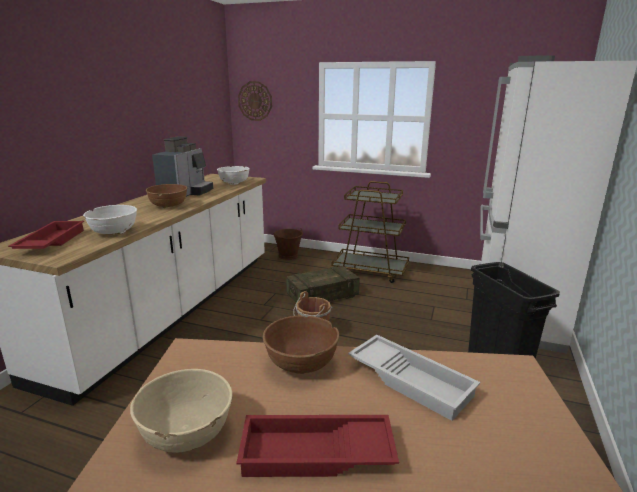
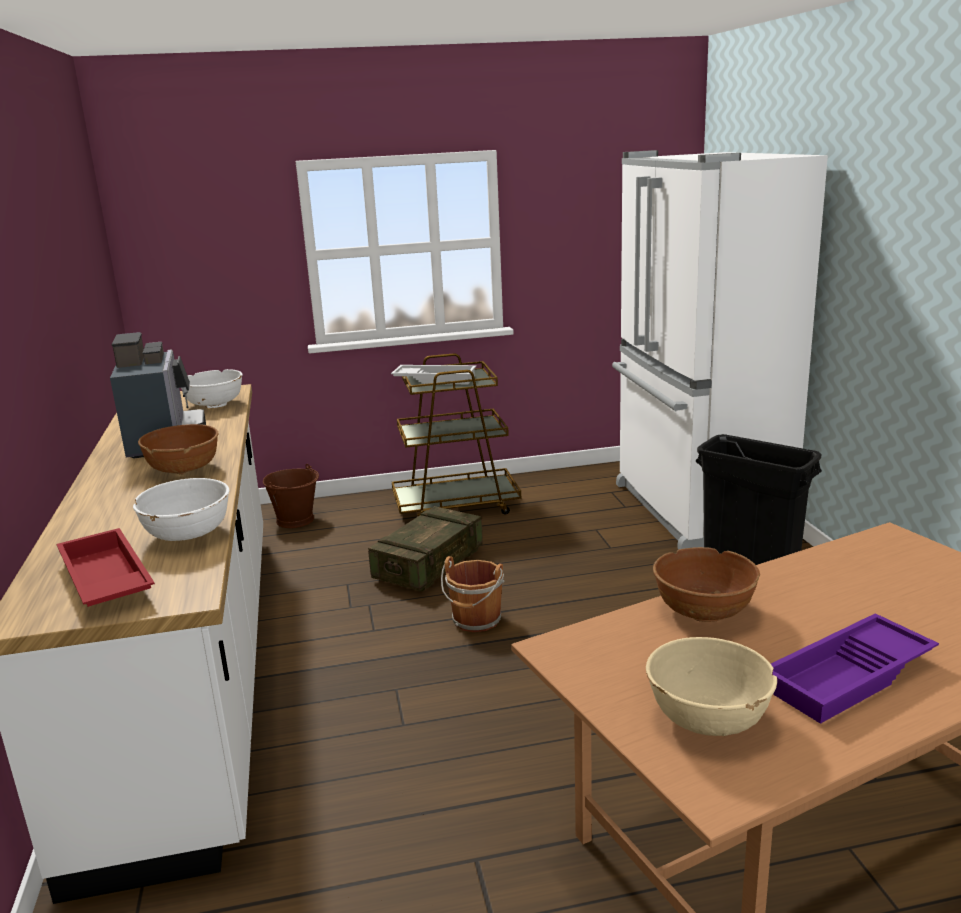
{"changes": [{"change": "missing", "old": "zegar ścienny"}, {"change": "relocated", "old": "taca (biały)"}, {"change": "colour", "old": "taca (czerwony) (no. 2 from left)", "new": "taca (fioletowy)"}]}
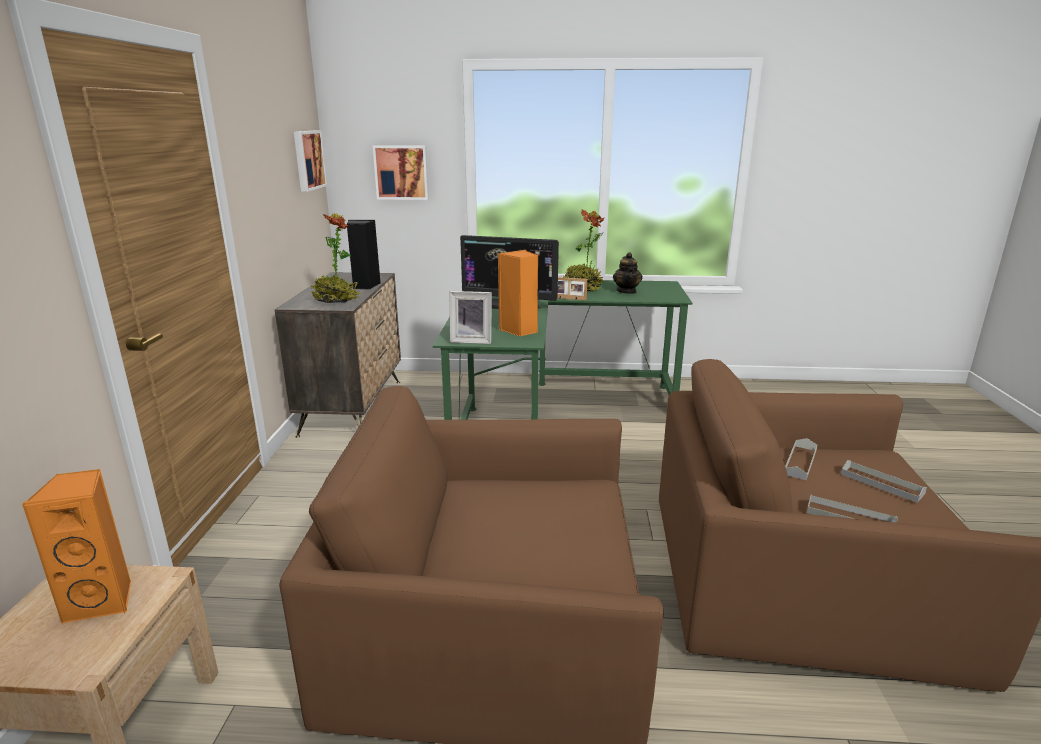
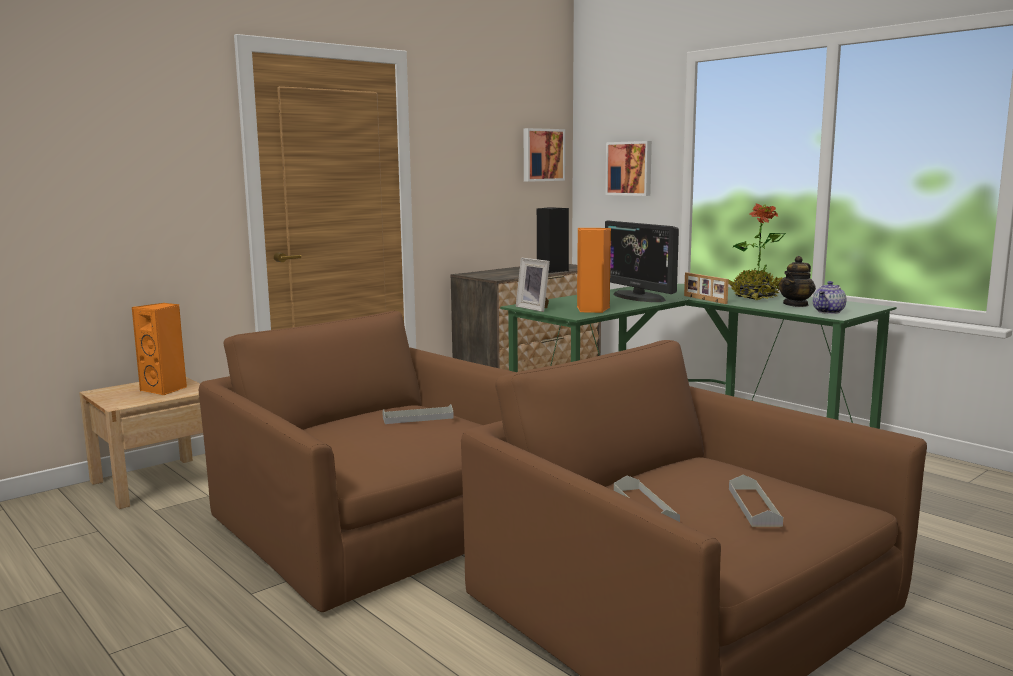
{"changes": [{"change": "missing", "old": "roślina doniczkowa (no. 1 from left)"}, {"change": "relocated", "old": "taca (szary) (no. 1 from left)"}, {"change": "appeared", "new": "imbryk (no. 2 from left)"}]}
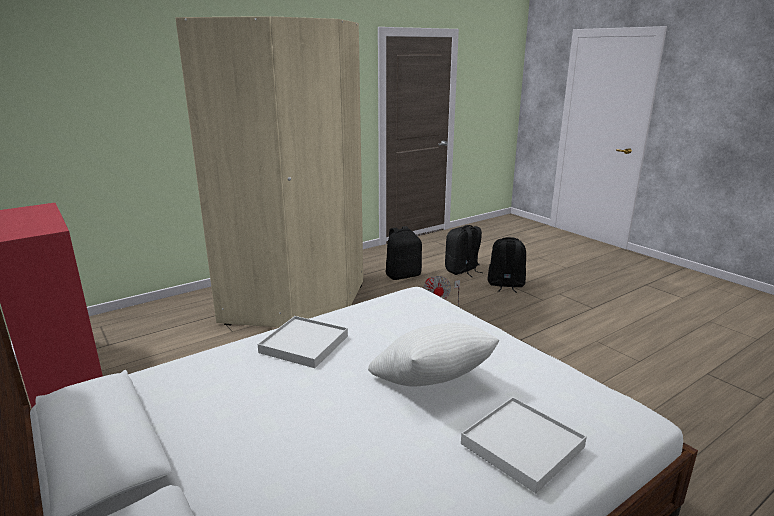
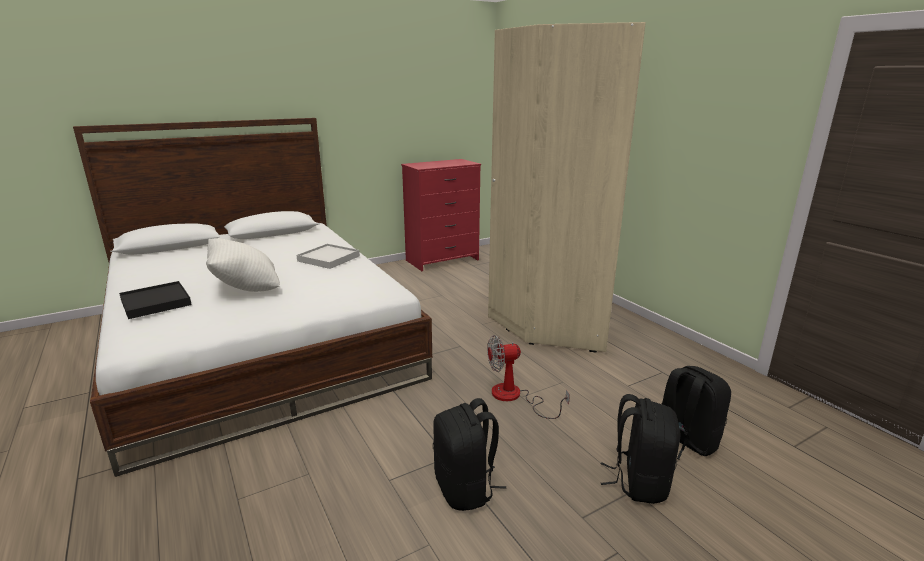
{"changes": [{"change": "relocated", "old": "plecak (czarny) (no. 1 from left)"}, {"change": "colour", "old": "taca (biały) (no. 2 from left)", "new": "taca (czarny)"}]}
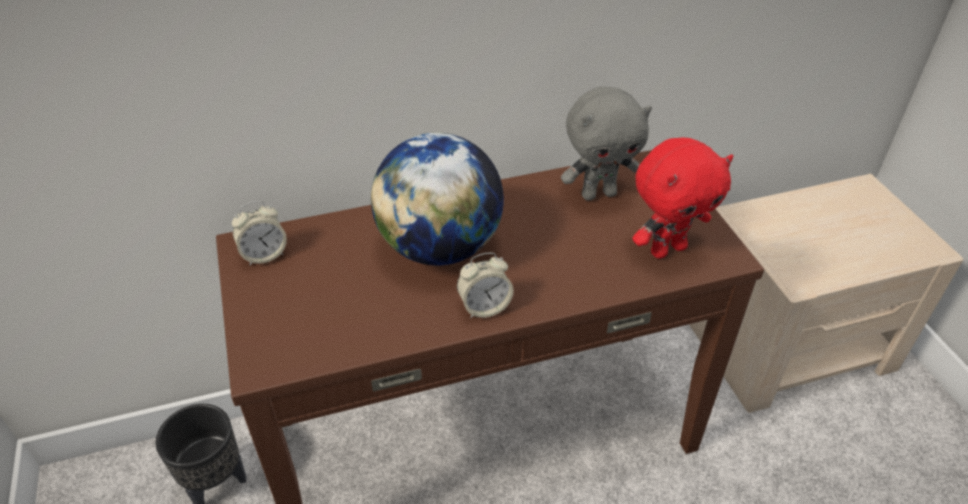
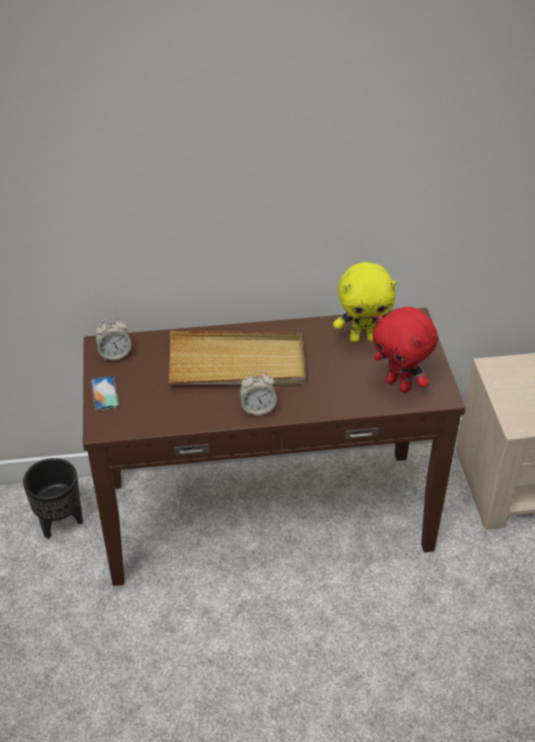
{"changes": [{"change": "colour", "old": "pluszak (szary)", "new": "pluszak (żółty)"}, {"change": "exchanged", "old": "globus", "new": "taca (beżowy)"}, {"change": "spun", "old": "pluszak (czerwony)", "degrees": 60}, {"change": "appeared", "new": "telefon"}]}
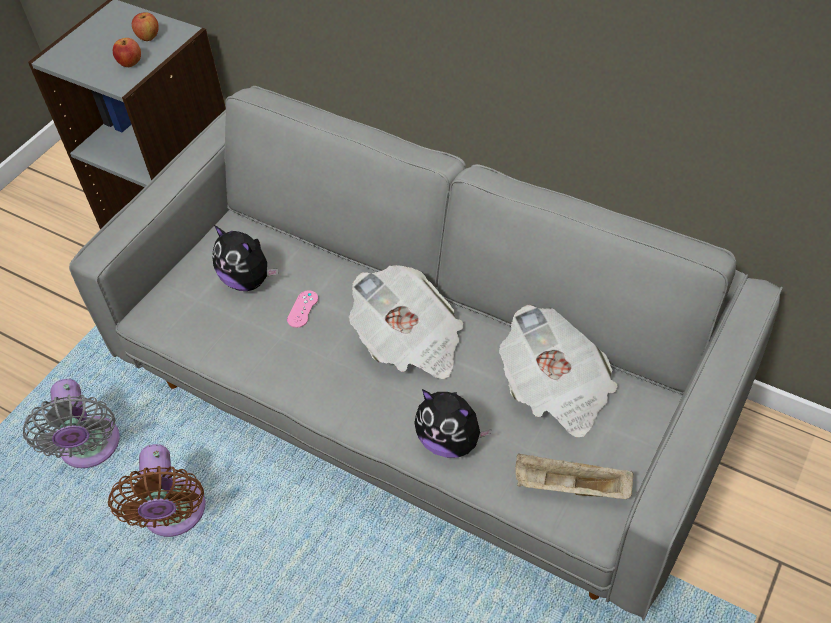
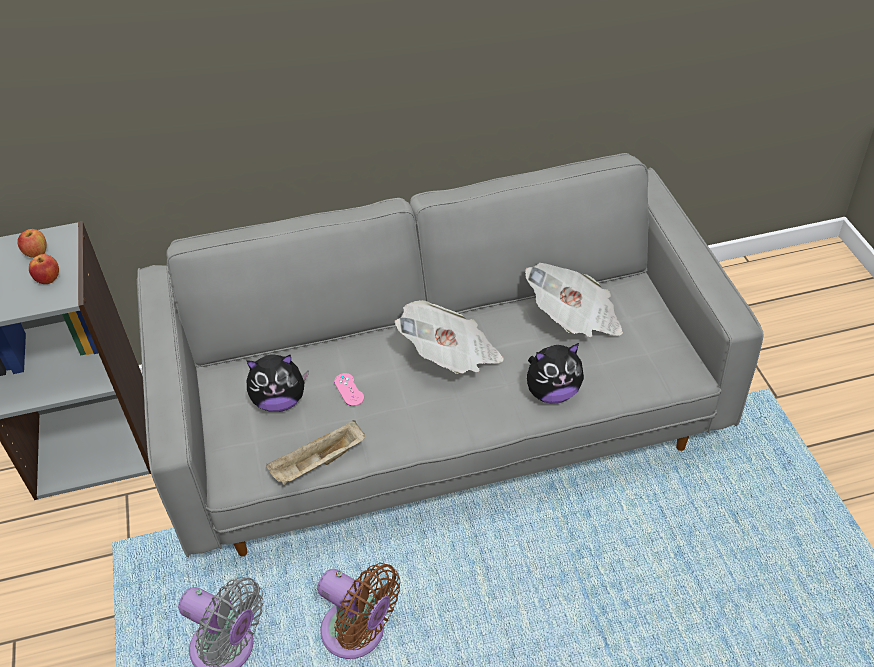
{"changes": [{"change": "relocated", "old": "taca (beżowy)"}]}
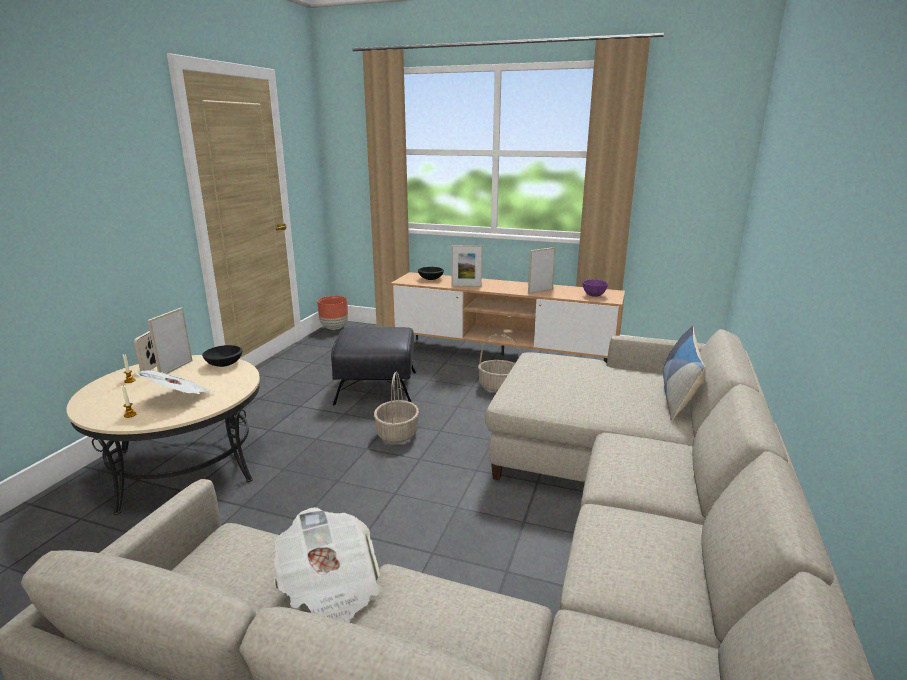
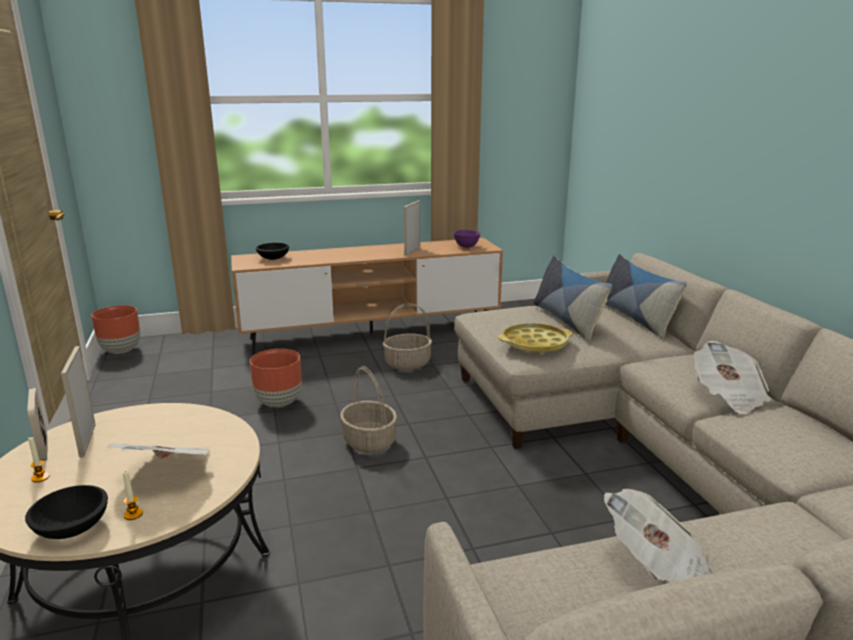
{"changes": [{"change": "missing", "old": "ramka na zdjęcie (no. 3 from left)"}, {"change": "exchanged", "old": "pufa (czarny)", "new": "donica (brązowy) (no. 2 from left)"}, {"change": "relocated", "old": "miska (czarny) (no. 1 from left)"}, {"change": "appeared", "new": "poduszka (no. 1 from left)"}, {"change": "appeared", "new": "taca (żółty)"}, {"change": "appeared", "new": "gazeta (no. 3 from left)"}]}
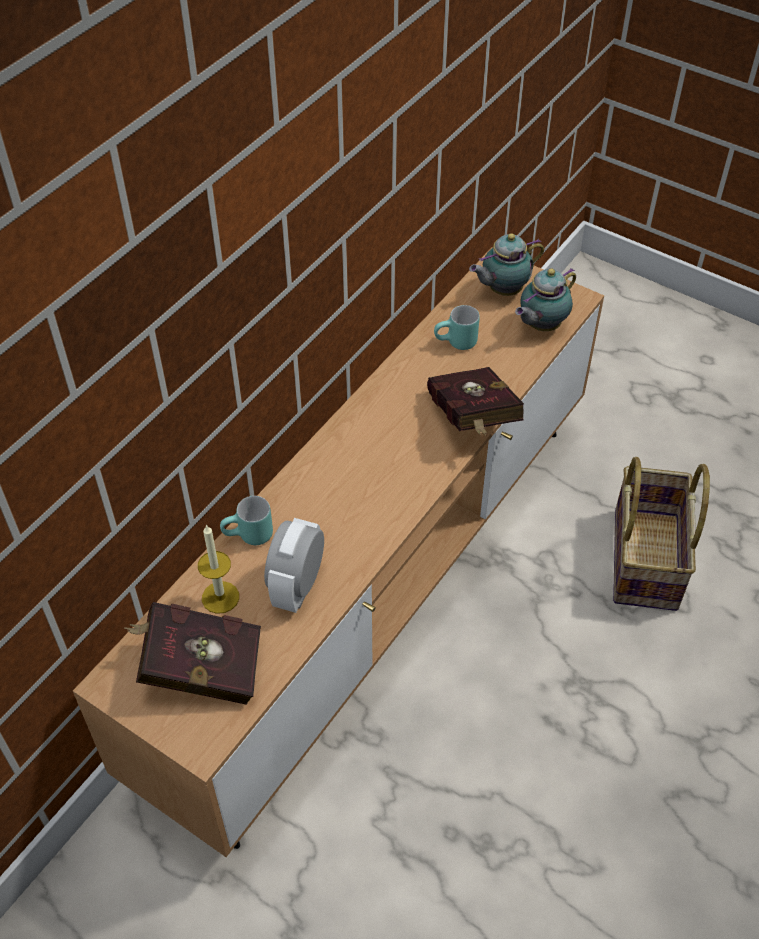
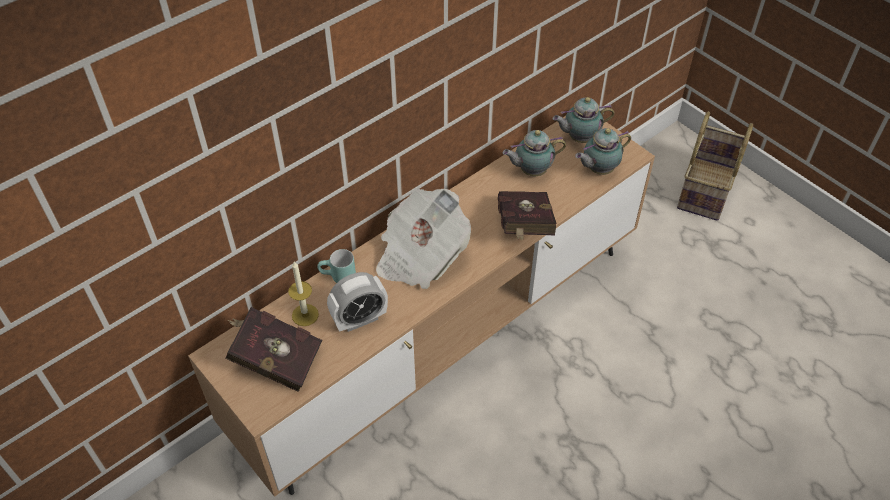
{"changes": [{"change": "exchanged", "old": "kubek (turkusowy) (no. 2 from left)", "new": "imbryk (no. 1 from left)"}, {"change": "relocated", "old": "koszyk"}, {"change": "spun", "old": "budzik", "degrees": -150}, {"change": "appeared", "new": "gazeta"}]}
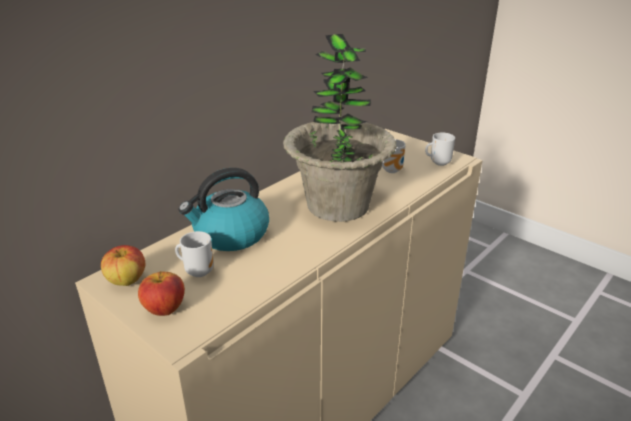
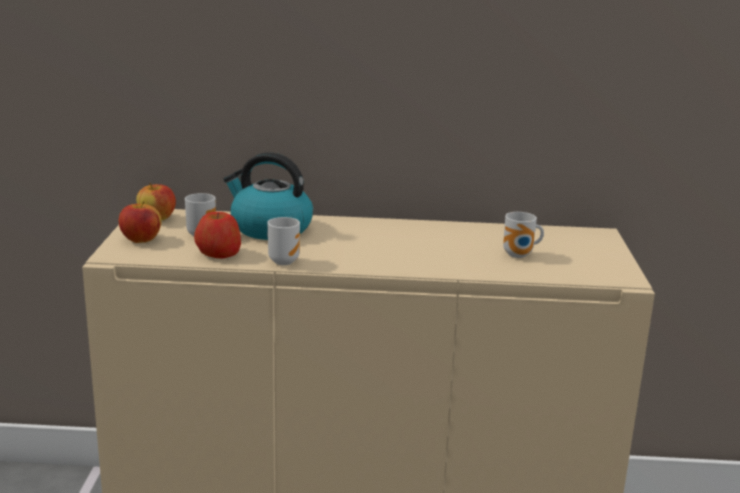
{"changes": [{"change": "missing", "old": "roślina doniczkowa"}, {"change": "relocated", "old": "kubek (no. 3 from left in the first image)", "new": "kubek (no. 2 from left)"}, {"change": "appeared", "new": "jabłko (no. 3 from left)"}]}
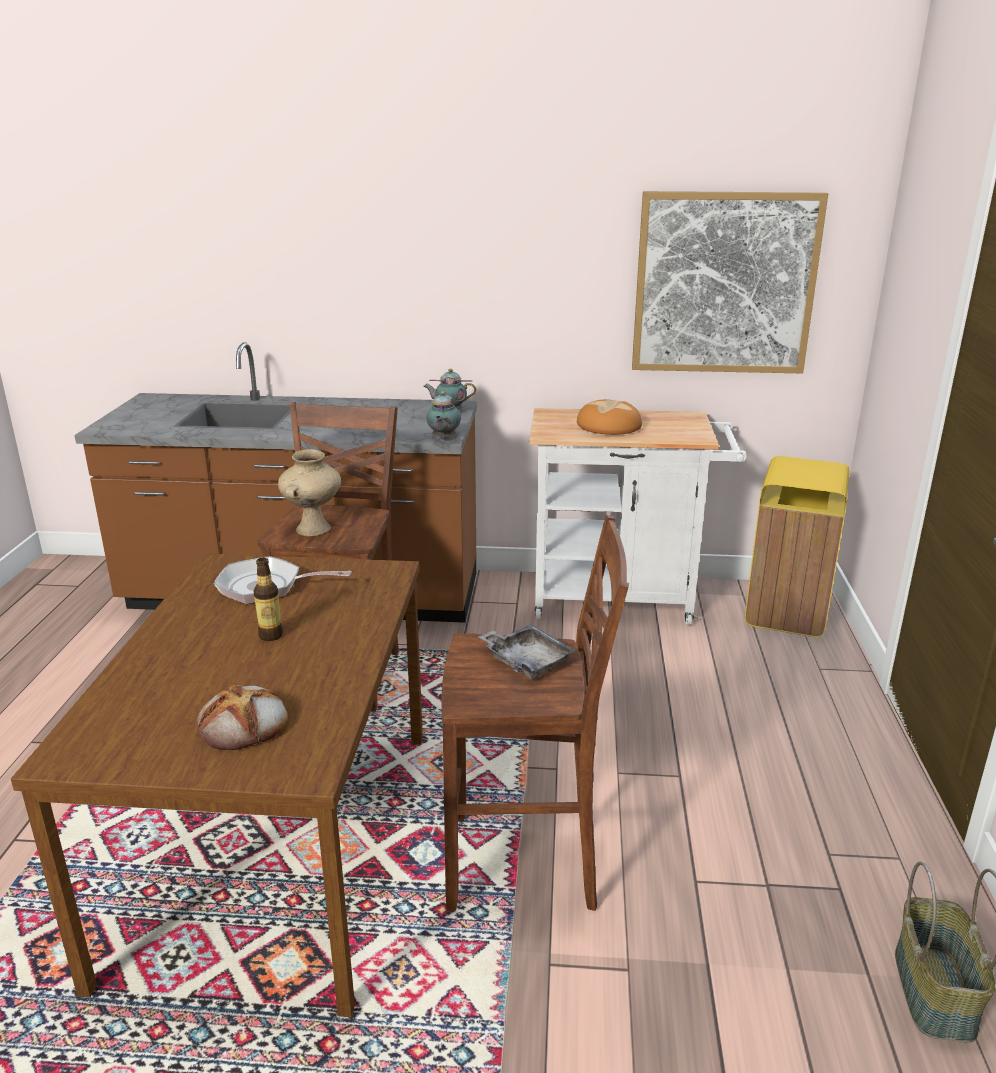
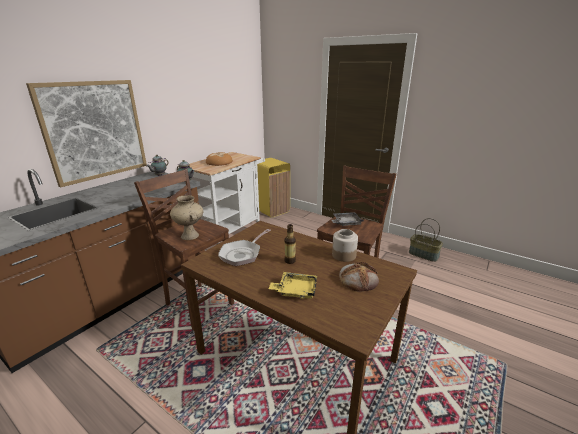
{"changes": [{"change": "relocated", "old": "obraz"}, {"change": "appeared", "new": "słoik"}, {"change": "appeared", "new": "taca (żółty)"}]}
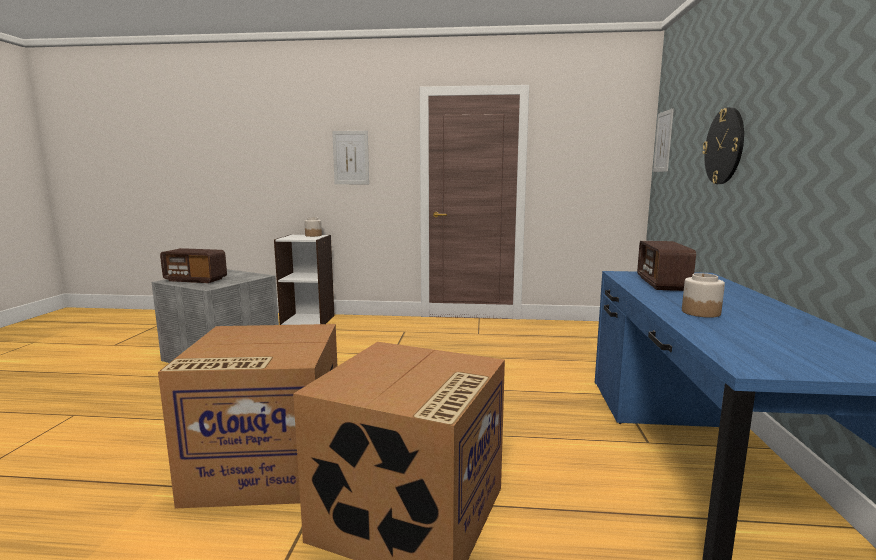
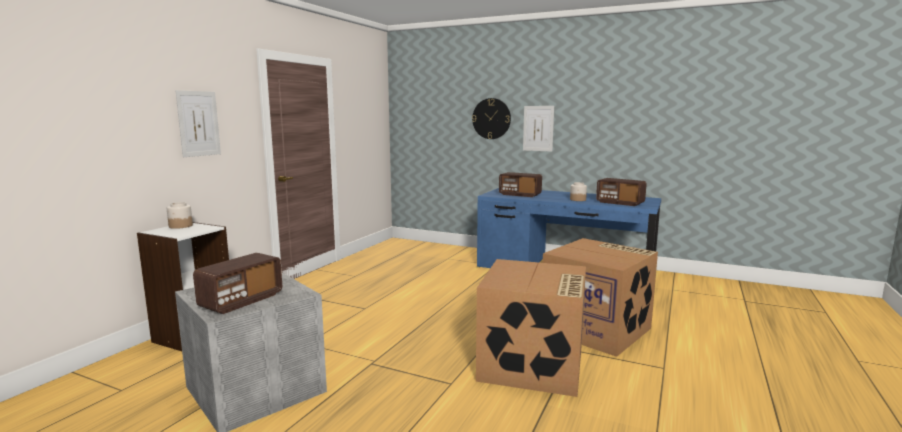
{"changes": [{"change": "relocated", "old": "obraz (no. 2 from left)"}, {"change": "appeared", "new": "radio (no. 3 from left)"}]}
